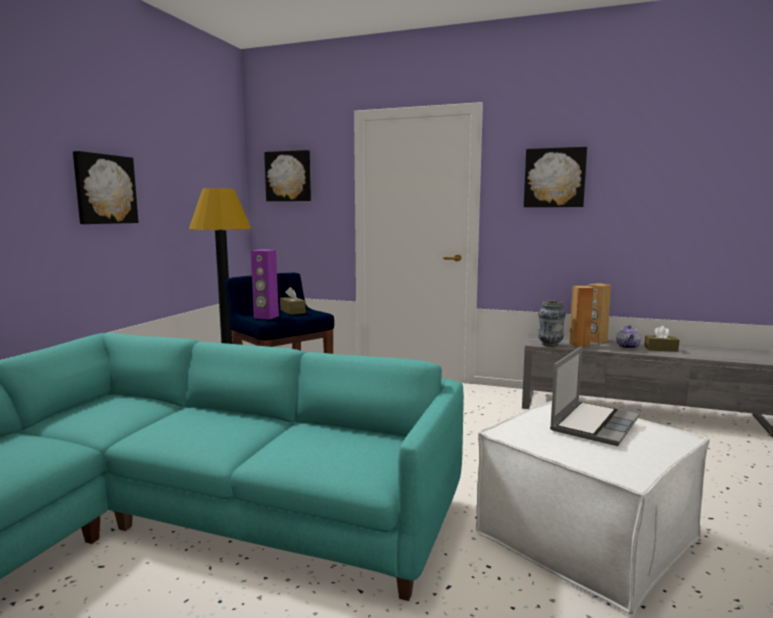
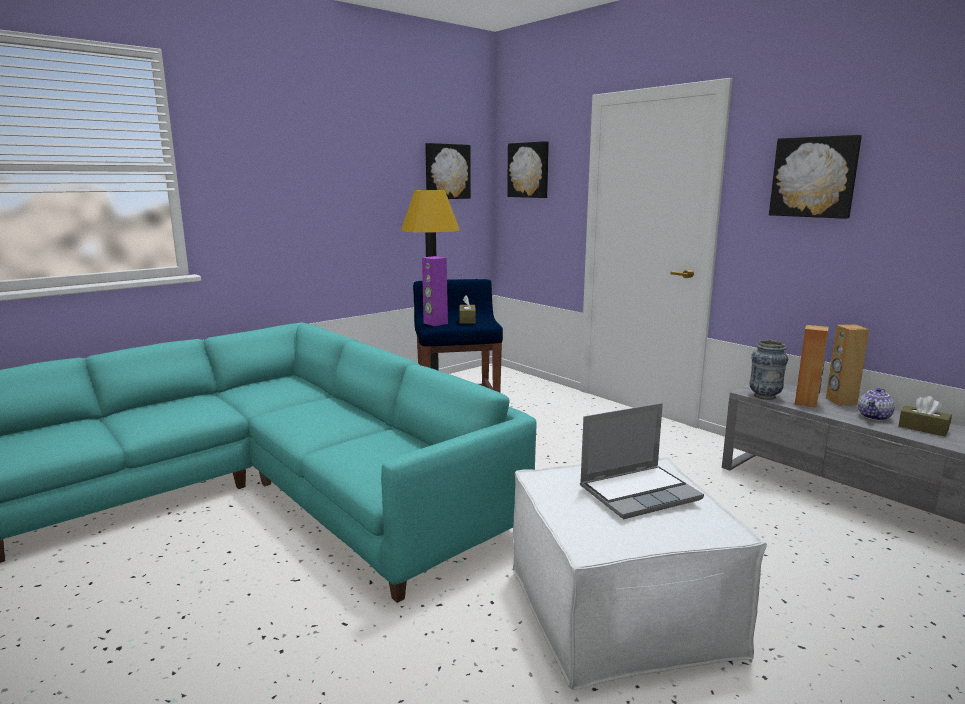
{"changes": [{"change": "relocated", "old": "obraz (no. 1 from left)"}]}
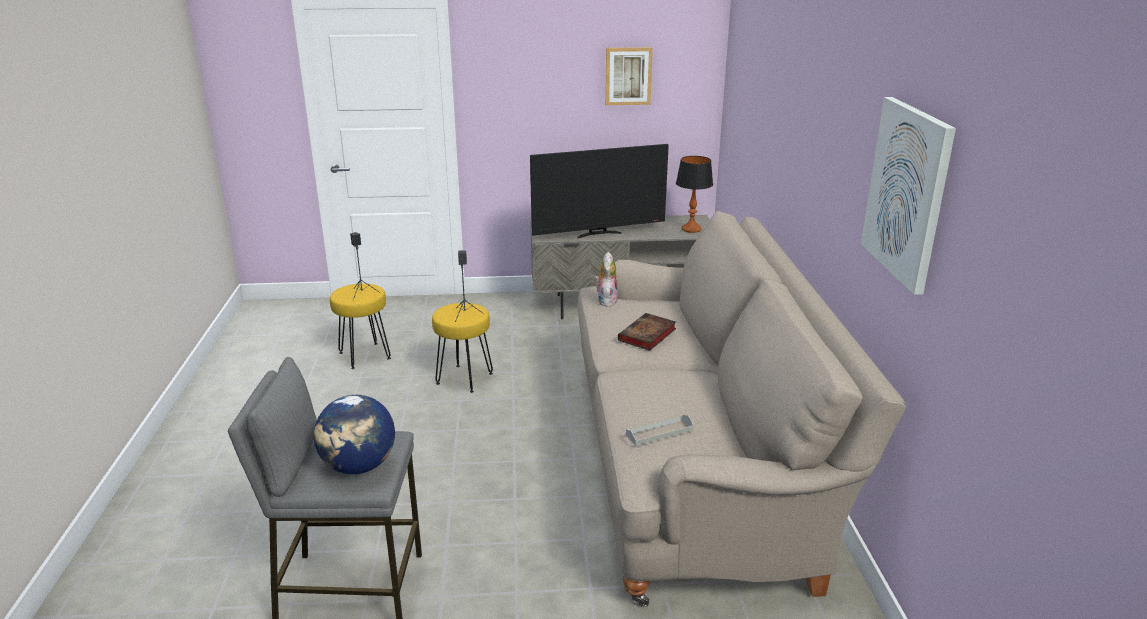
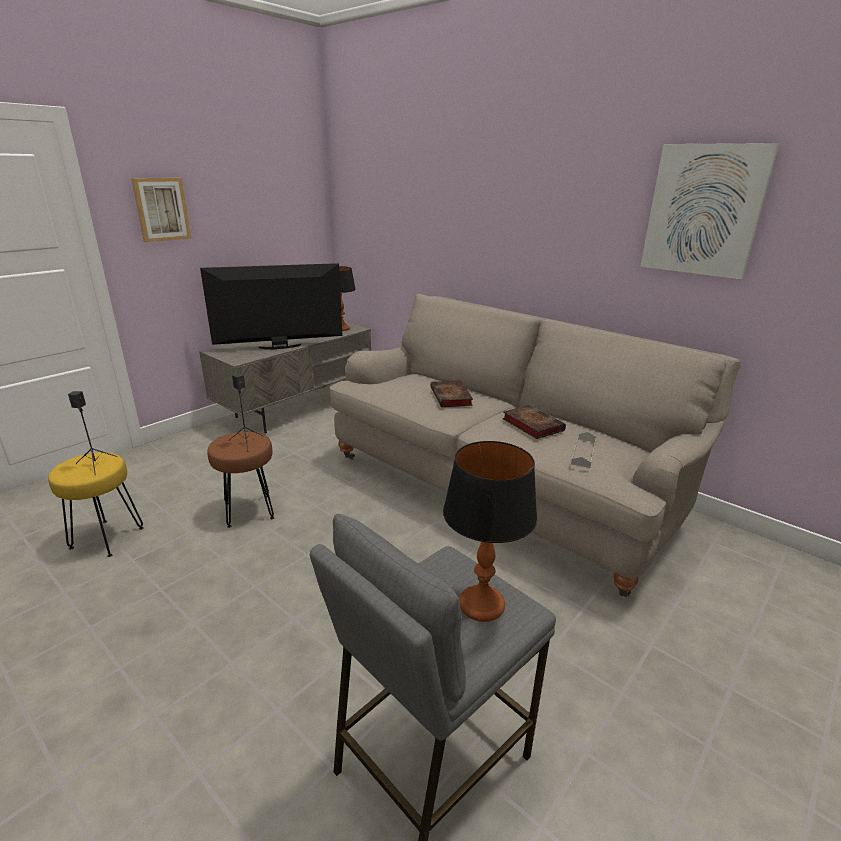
{"changes": [{"change": "relocated", "old": "obraz (no. 1 from left)"}, {"change": "spun", "old": "telewizor", "degrees": -135}, {"change": "missing", "old": "pluszak"}, {"change": "colour", "old": "stołek (żółty) (no. 2 from left)", "new": "stołek (brązowy)"}, {"change": "exchanged", "old": "globus", "new": "lampa stołowa (no. 2 from left)"}, {"change": "appeared", "new": "książka (no. 2 from left)"}]}
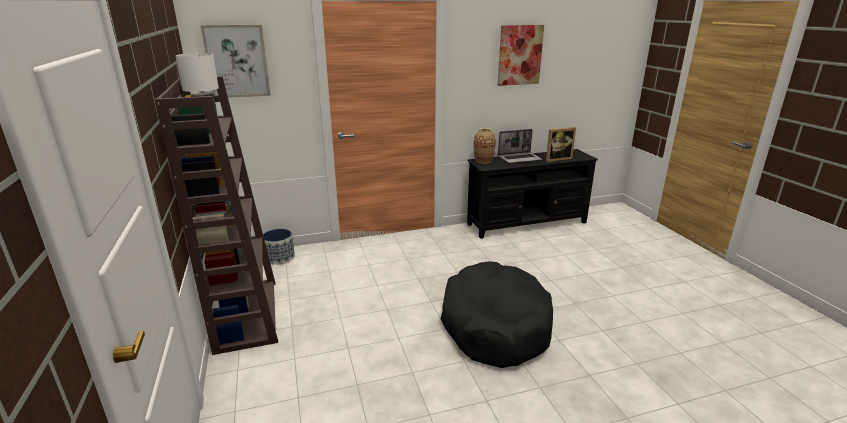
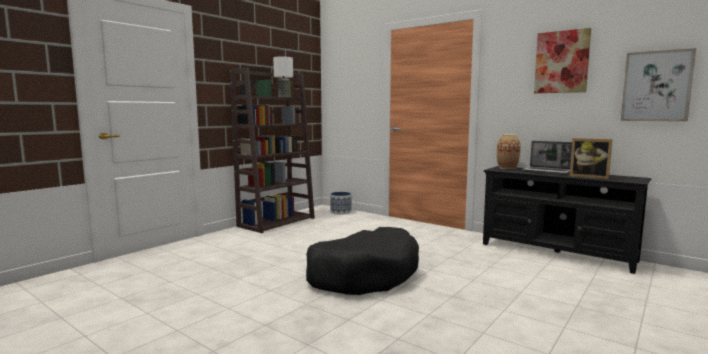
{"changes": [{"change": "relocated", "old": "obraz (no. 1 from left in the first image)", "new": "obraz (no. 2 from left)"}]}
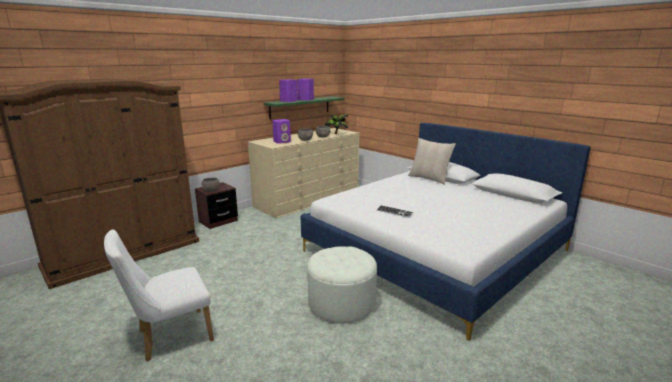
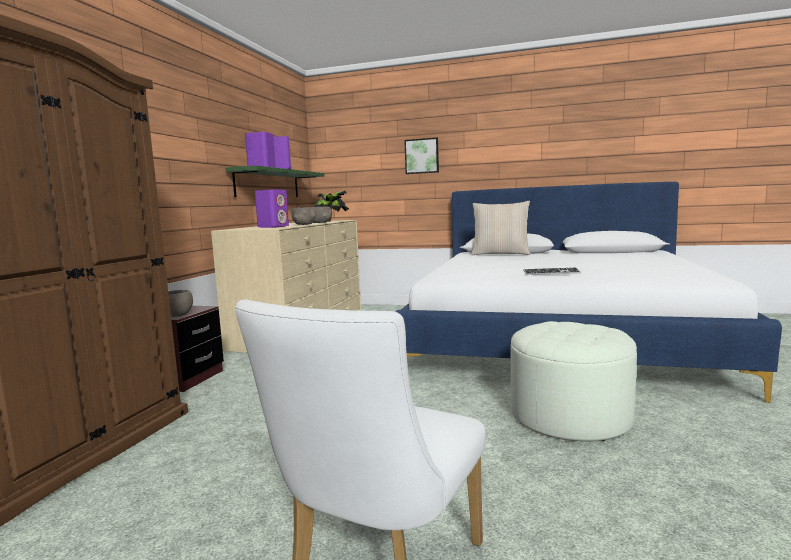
{"changes": [{"change": "appeared", "new": "obraz"}]}
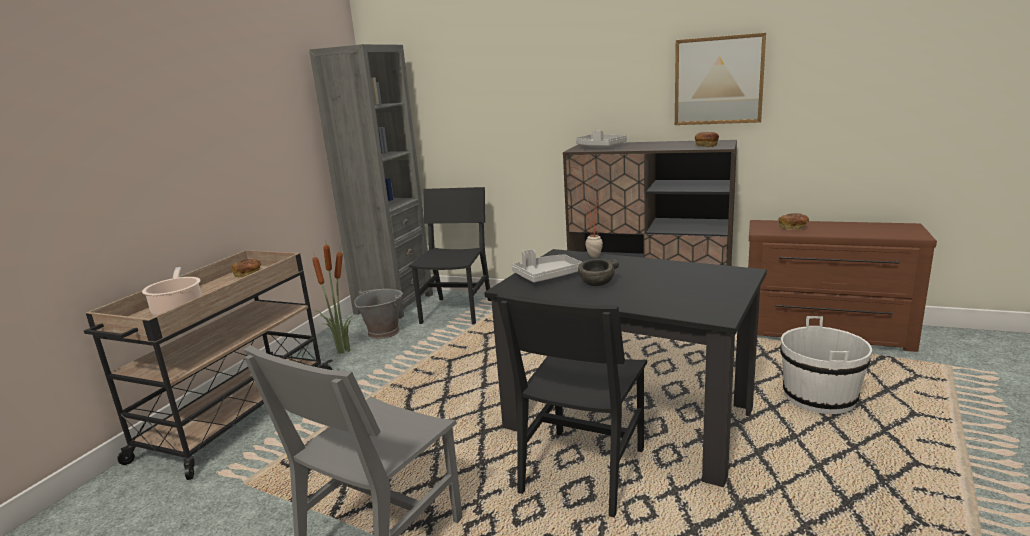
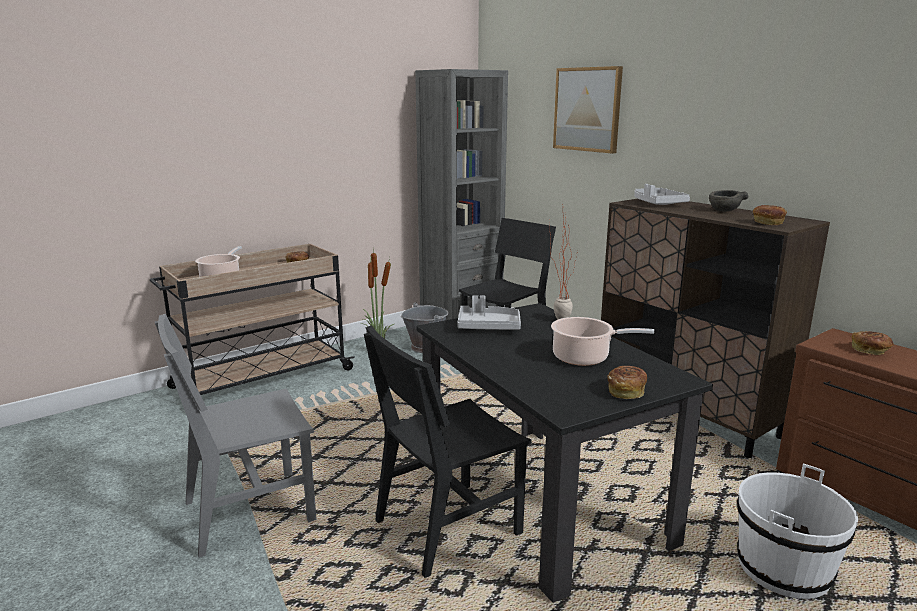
{"changes": [{"change": "relocated", "old": "obraz"}, {"change": "relocated", "old": "miska (szary)"}, {"change": "appeared", "new": "garnek (no. 2 from left)"}, {"change": "appeared", "new": "chleb (no. 2 from left)"}]}
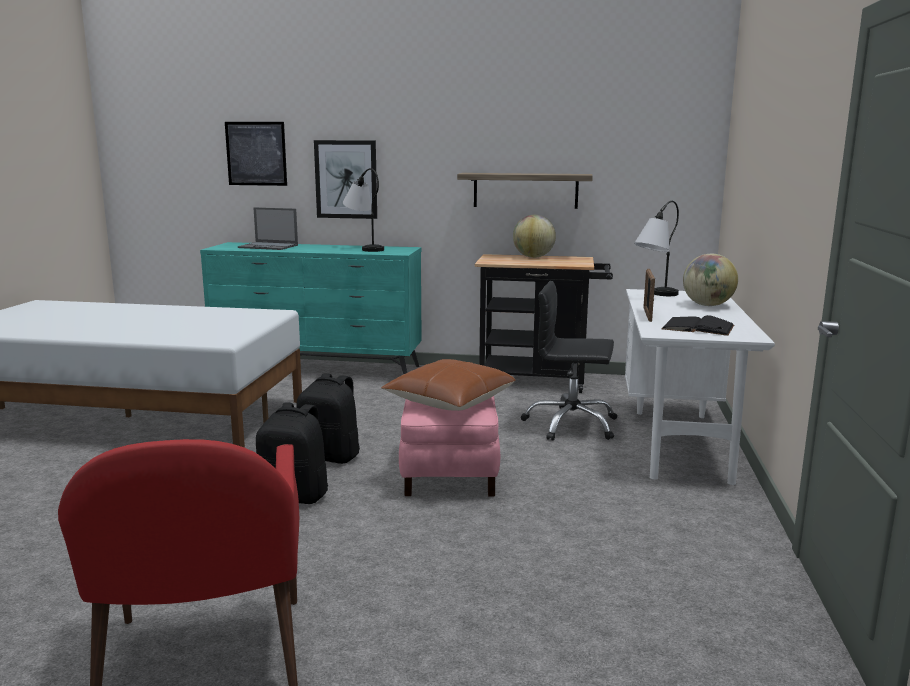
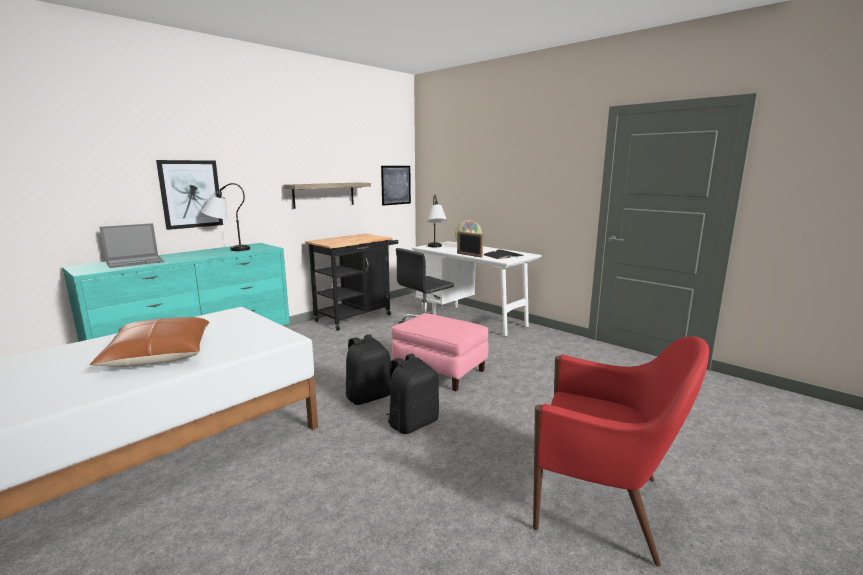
{"changes": [{"change": "relocated", "old": "obraz (no. 1 from left in the first image)", "new": "obraz (no. 2 from left)"}, {"change": "missing", "old": "globus (no. 1 from left)"}, {"change": "relocated", "old": "poduszka (brązowy)"}]}
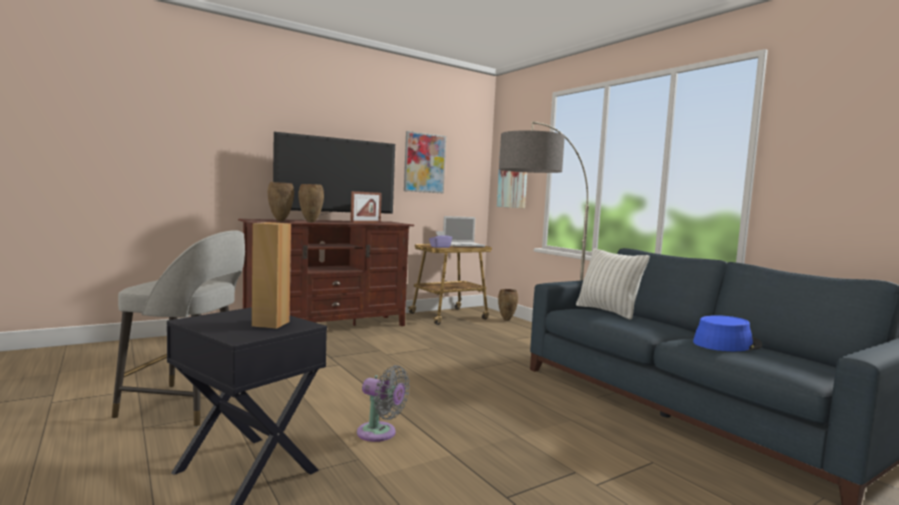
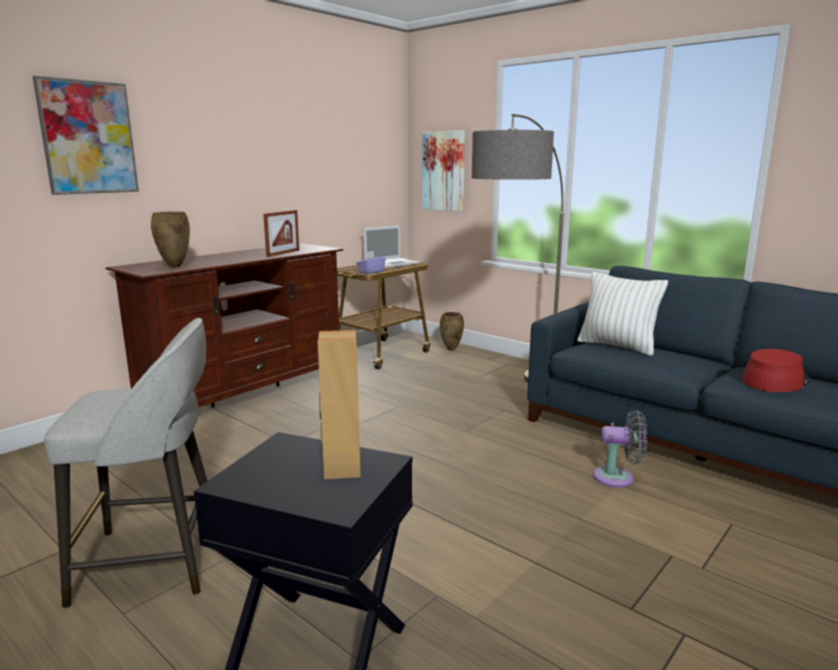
{"changes": [{"change": "relocated", "old": "obraz (no. 1 from left)"}, {"change": "missing", "old": "telewizor"}, {"change": "missing", "old": "wazon (brązowy) (no. 2 from left)"}, {"change": "colour", "old": "kapelusz (niebieski)", "new": "kapelusz (czerwony)"}, {"change": "relocated", "old": "wentylator (szary)"}]}
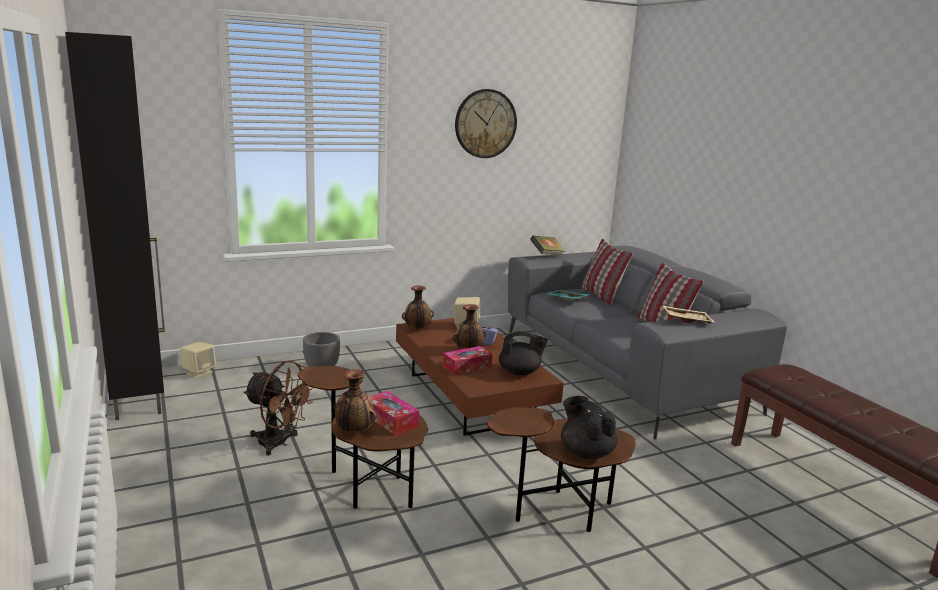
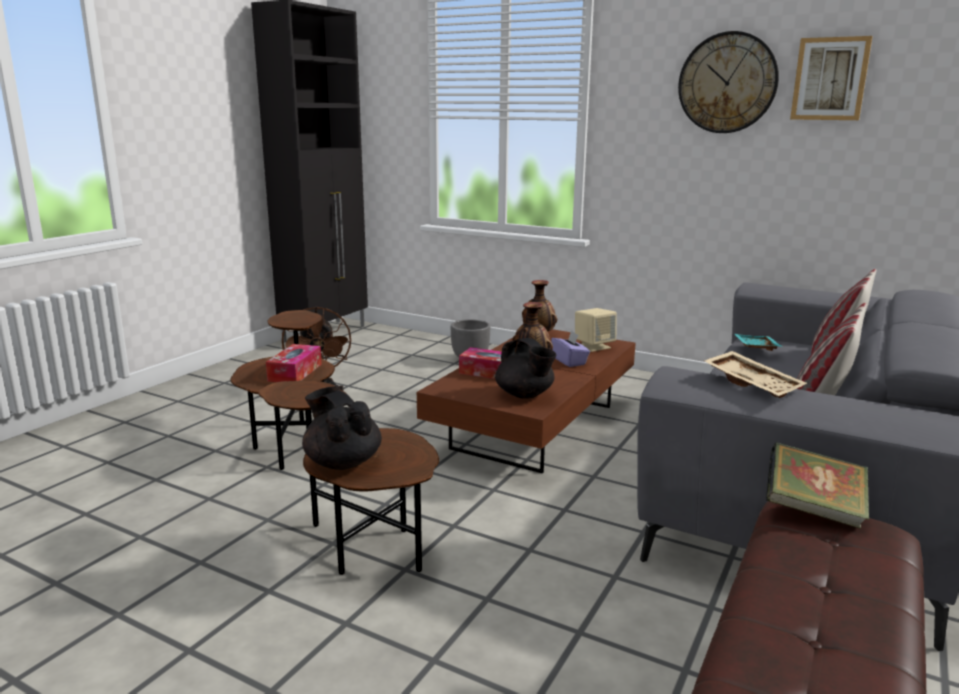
{"changes": [{"change": "relocated", "old": "książka"}, {"change": "missing", "old": "głośnik (beżowy) (no. 1 from left)"}, {"change": "missing", "old": "wazon (no. 1 from left)"}, {"change": "spun", "old": "imbryk (czarny) (no. 2 from left in the first image)", "degrees": -60}, {"change": "appeared", "new": "obraz"}]}
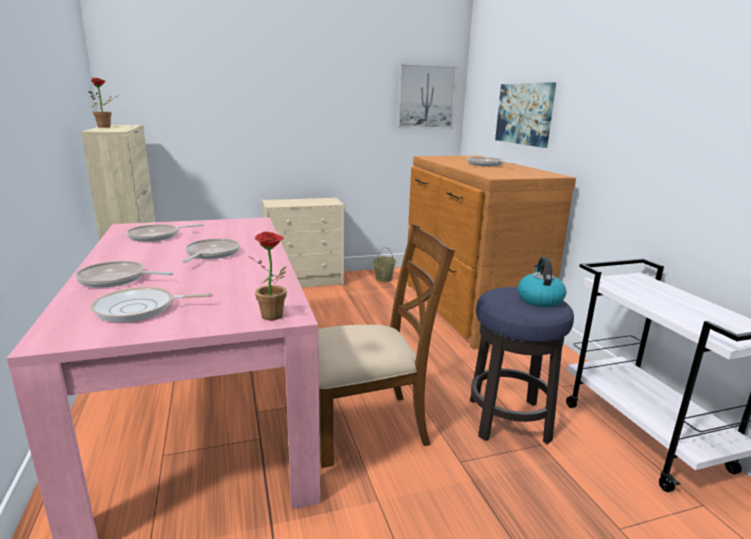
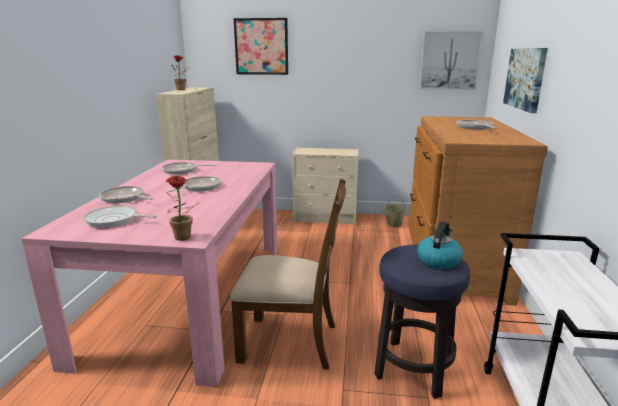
{"changes": [{"change": "appeared", "new": "obraz (no. 1 from left)"}]}
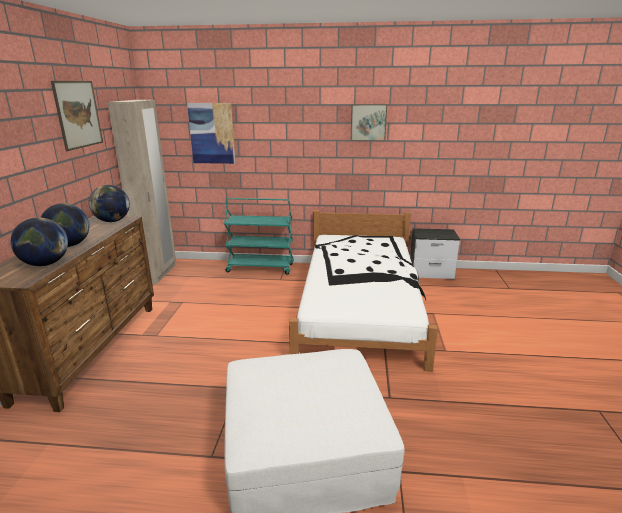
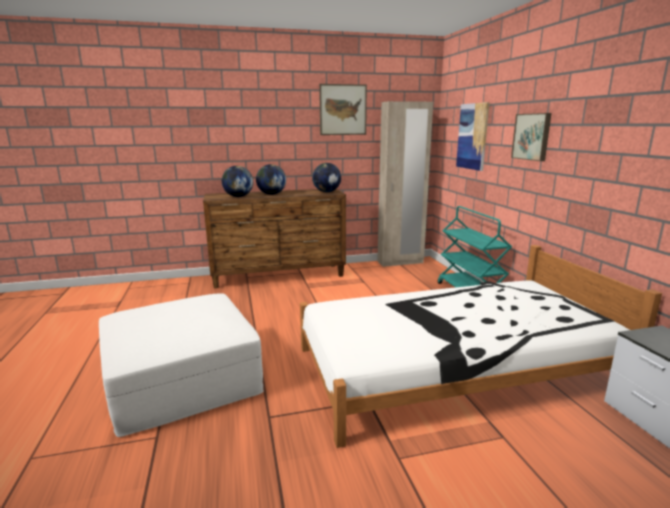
{"changes": [{"change": "relocated", "old": "obraz (no. 3 from left)"}]}
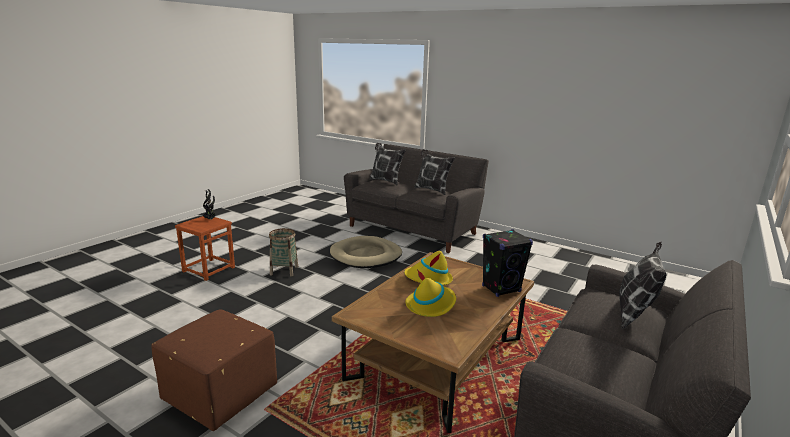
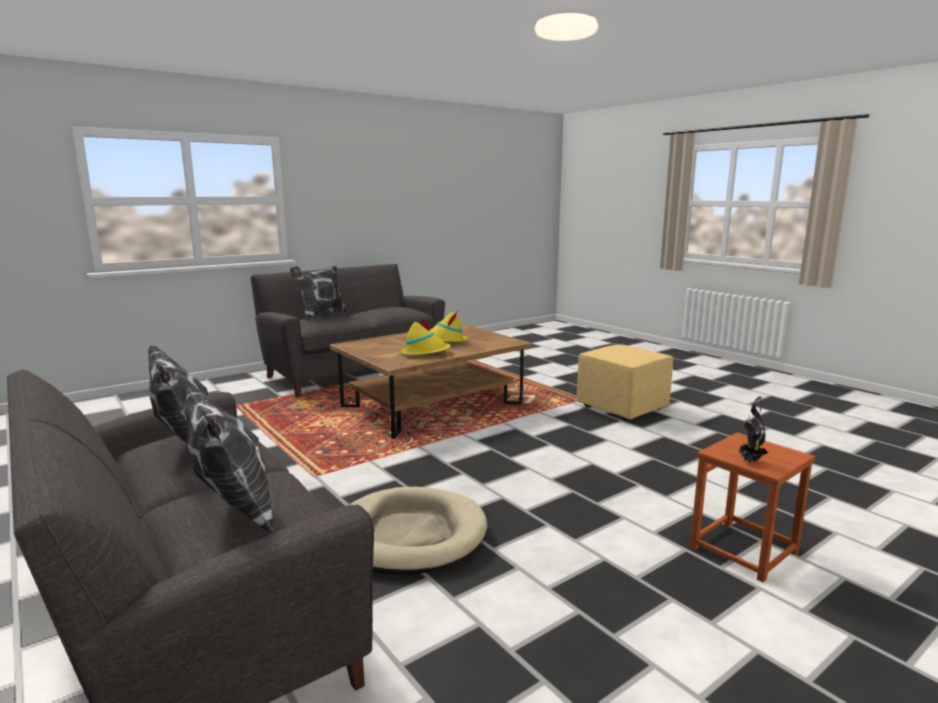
{"changes": [{"change": "missing", "old": "koszyk"}, {"change": "missing", "old": "głośnik (czarny)"}, {"change": "colour", "old": "pufa (brązowy)", "new": "pufa (żółty)"}]}
